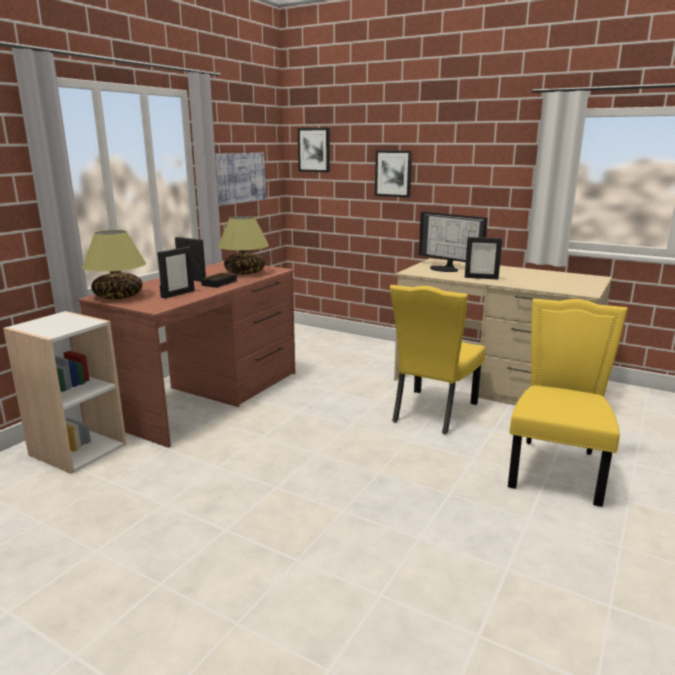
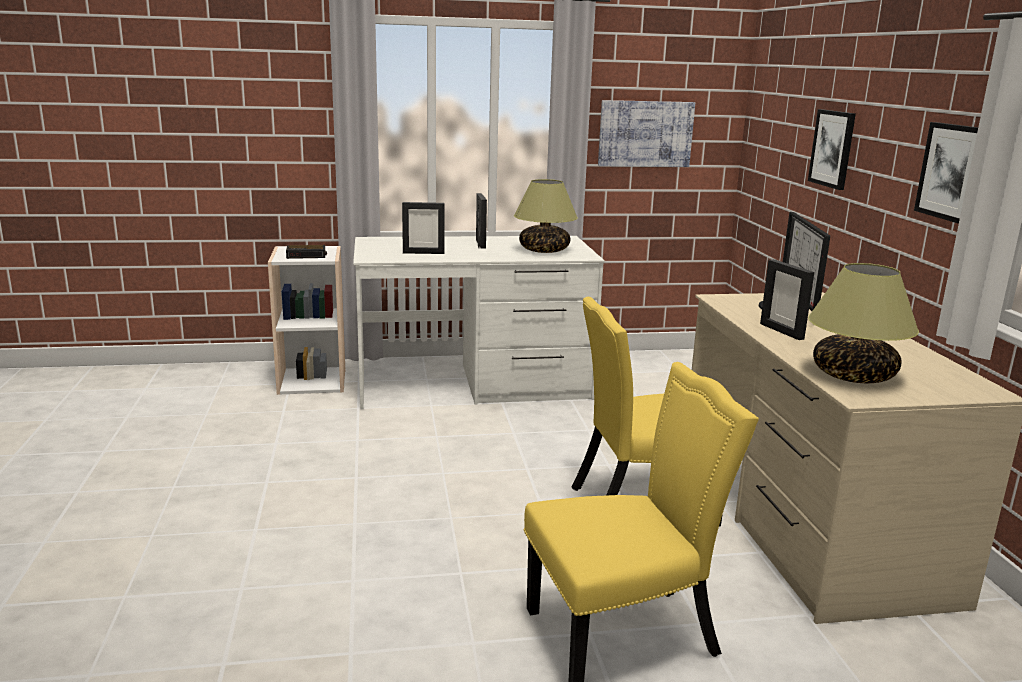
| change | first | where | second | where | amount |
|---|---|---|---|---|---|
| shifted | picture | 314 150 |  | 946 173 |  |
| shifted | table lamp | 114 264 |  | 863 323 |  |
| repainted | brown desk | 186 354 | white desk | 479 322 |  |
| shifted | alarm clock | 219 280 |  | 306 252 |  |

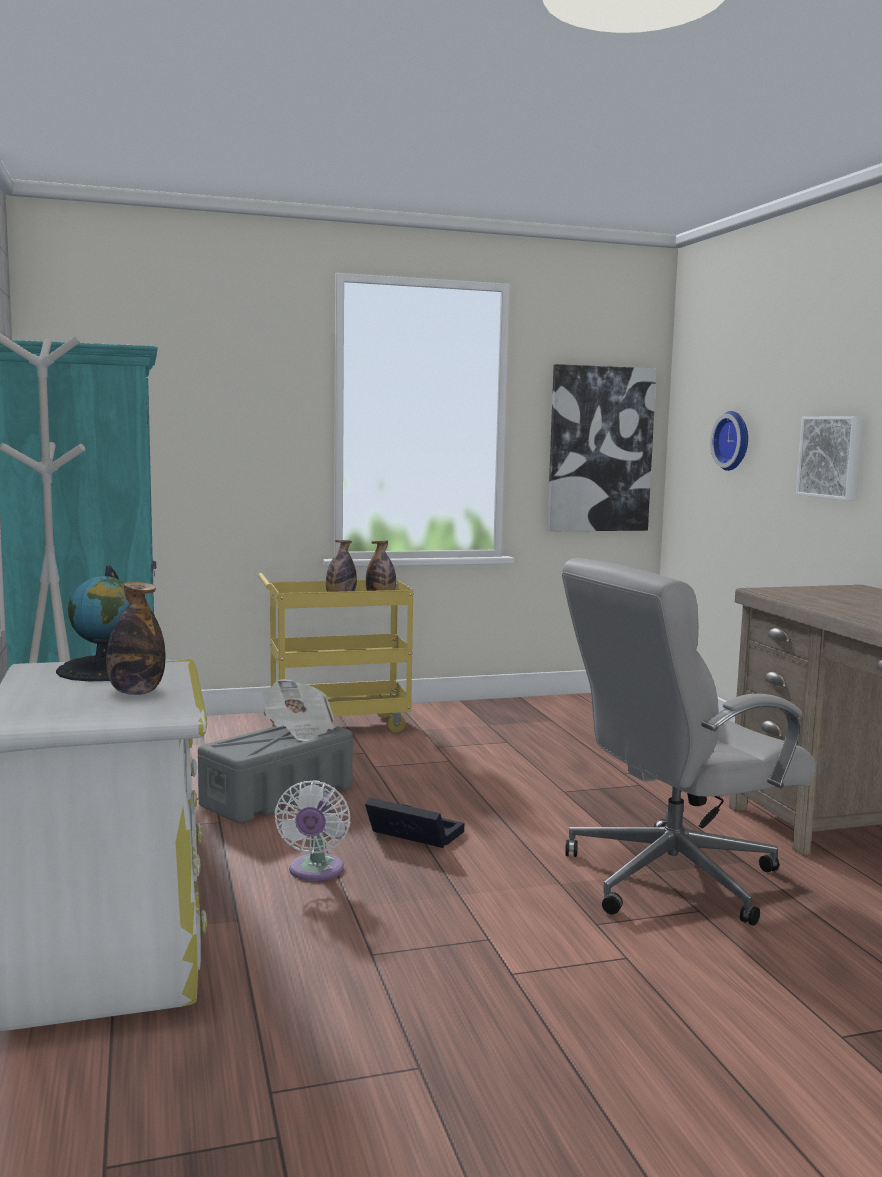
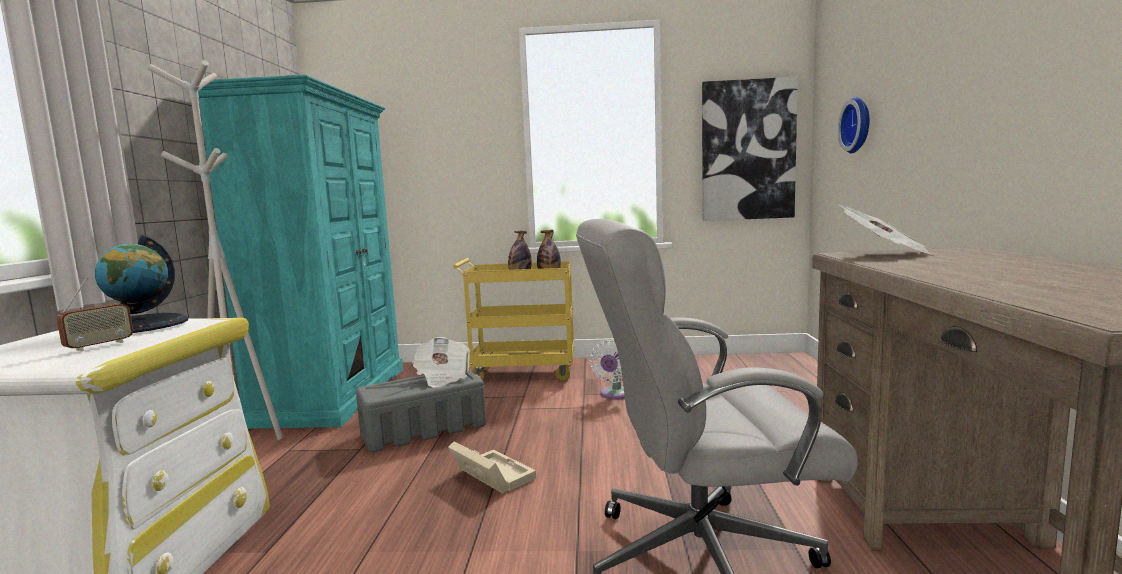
| change | first | where | second | where | amount |
|---|---|---|---|---|---|
| gone | picture | 829 458 |  |  |  |
| swapped | bottle | 135 638 | radio | 95 314 |  |
| shifted | white fan | 312 830 |  | 607 369 |  |
| repainted | black storage box | 414 823 | beige storage box | 492 467 |  |
| new |  |  | newspaper | 886 230 |  |

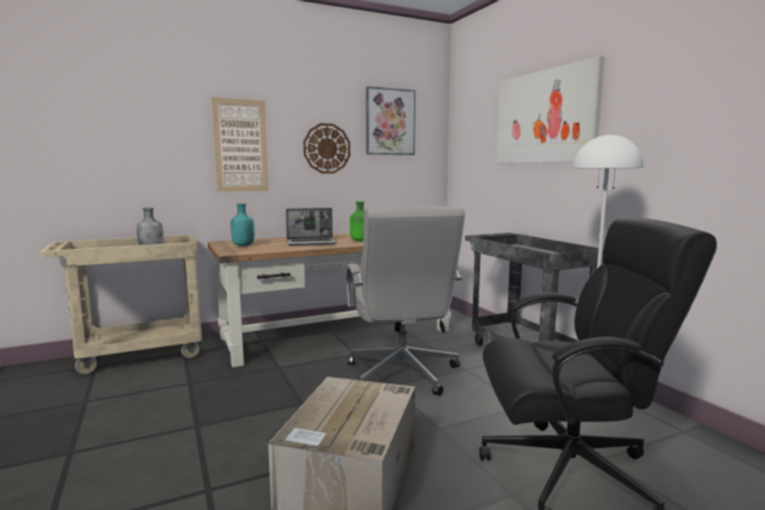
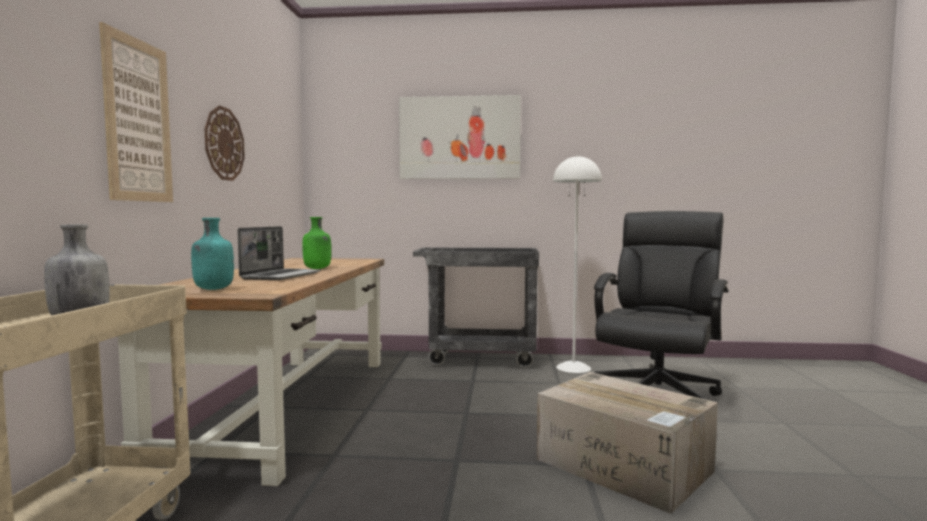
| change | first | where | second | where | amount |
|---|---|---|---|---|---|
| gone | picture | 391 120 |  |  |  |
| gone | grey office chair | 405 301 |  |  |  |

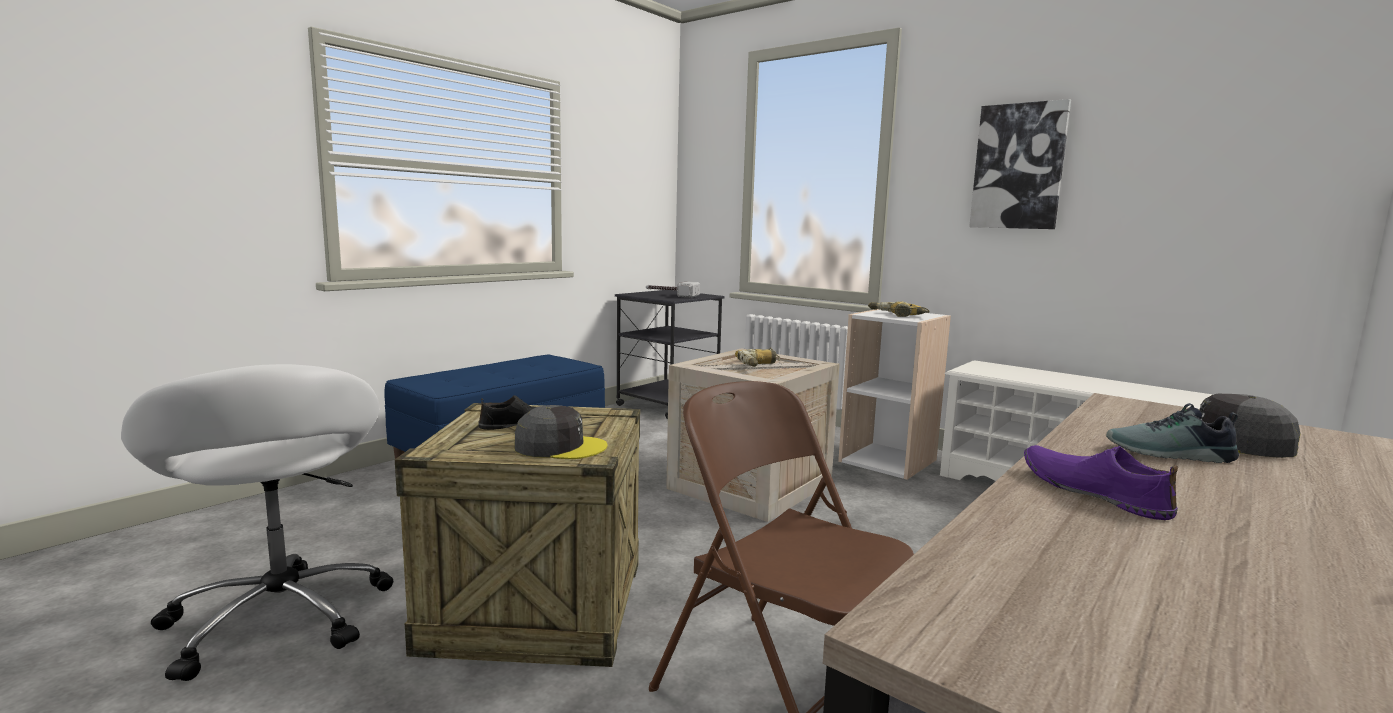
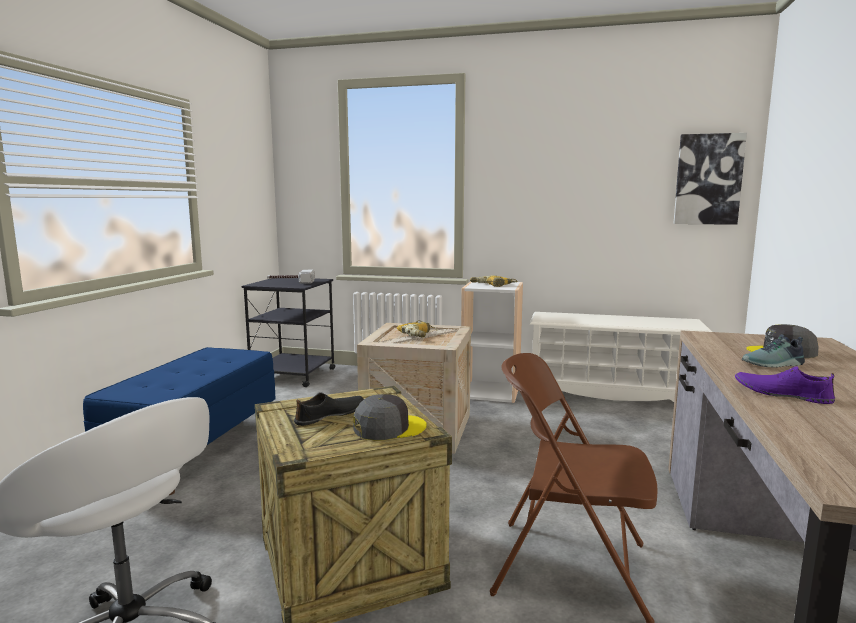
| change | first | where | second | where | amount |
|---|---|---|---|---|---|
| shifted | picture | 1020 164 |  | 710 179 |  |

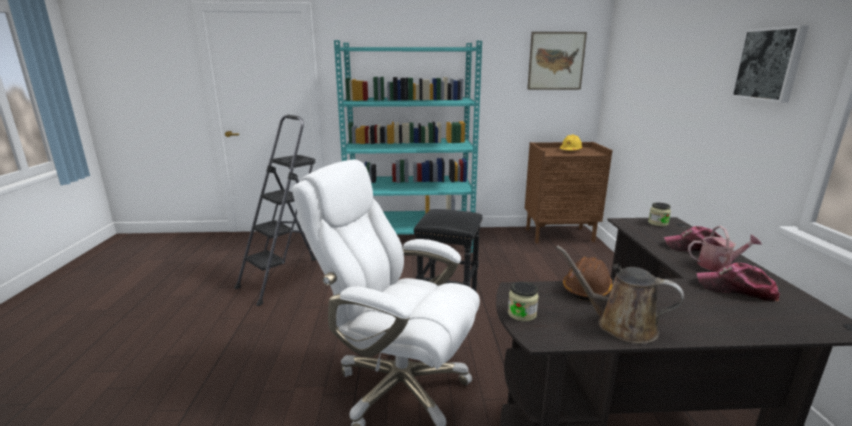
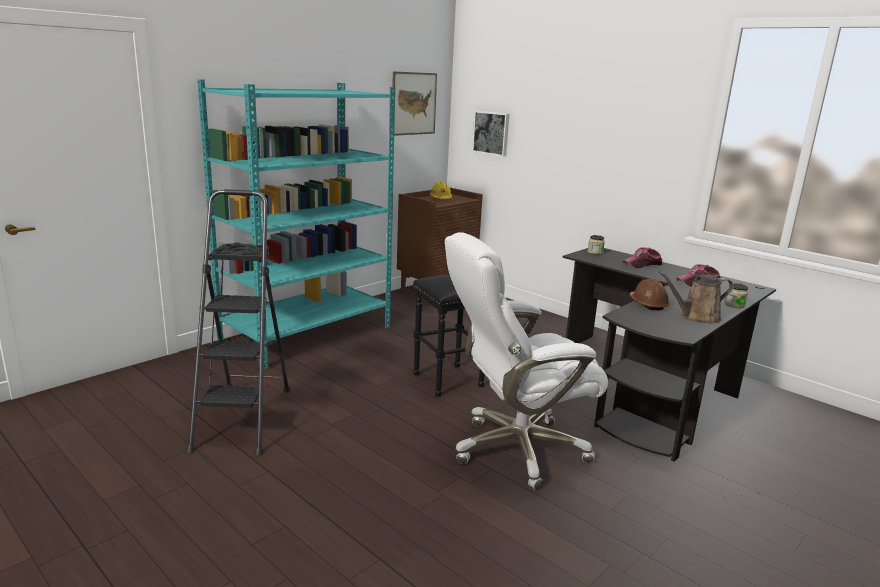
| change | first | where | second | where | amount |
|---|---|---|---|---|---|
| shifted | picture | 770 64 |  | 490 133 |  |
| gone | watering can | 725 248 |  |  |  |
| shifted | jar | 523 302 |  | 736 295 |  |

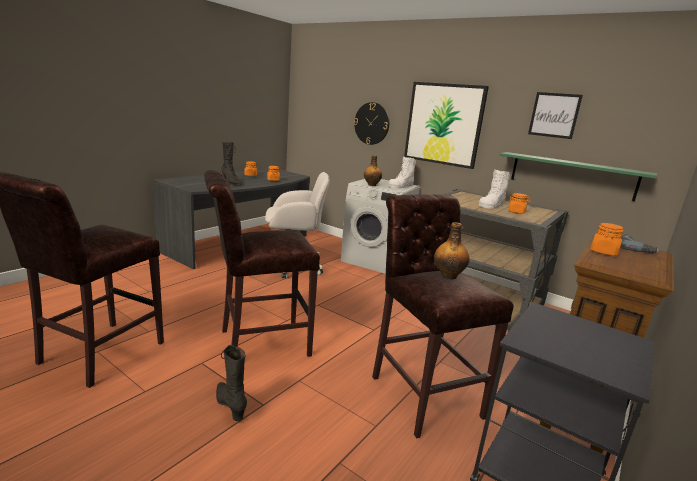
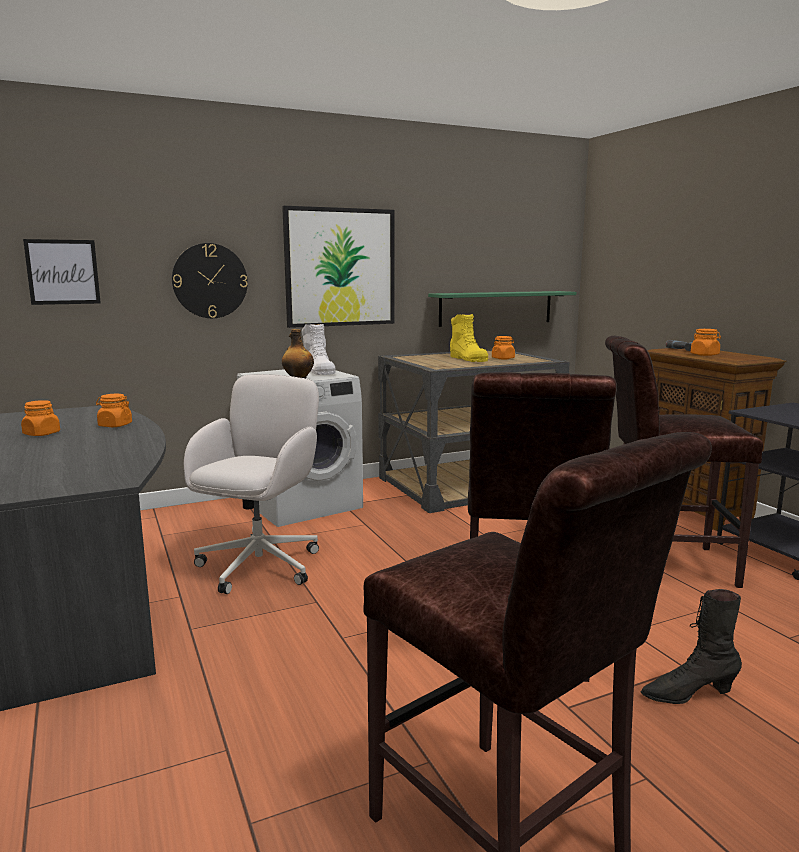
| change | first | where | second | where | amount |
|---|---|---|---|---|---|
| shifted | picture | 555 115 |  | 62 272 |  |
| gone | black boot | 231 163 |  |  |  |
| repainted | white boot | 494 189 | yellow boot | 469 338 |  |
| gone | bottle | 451 251 |  |  |  |

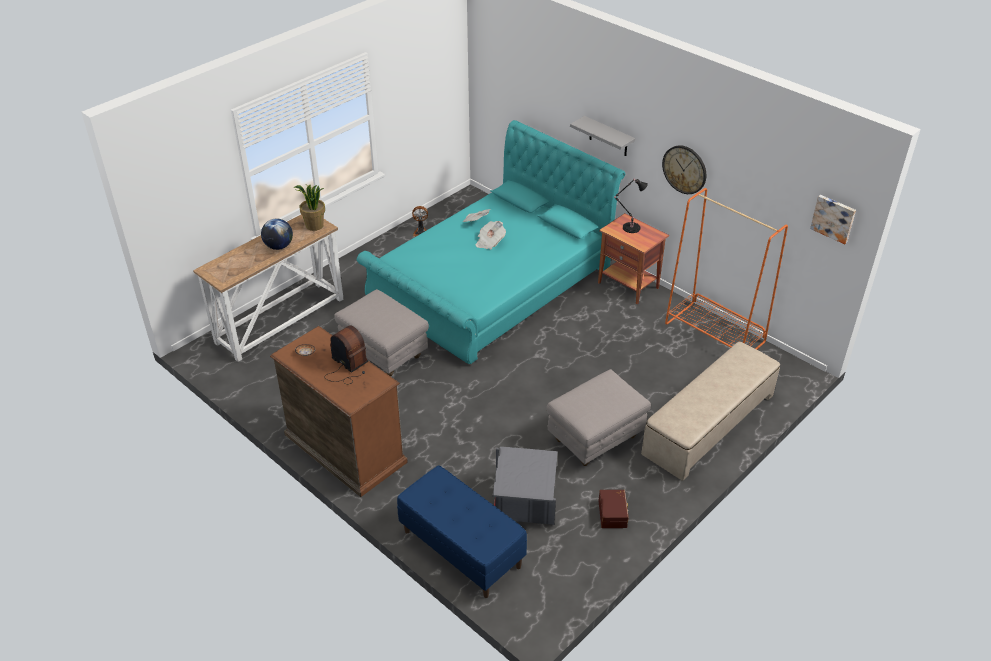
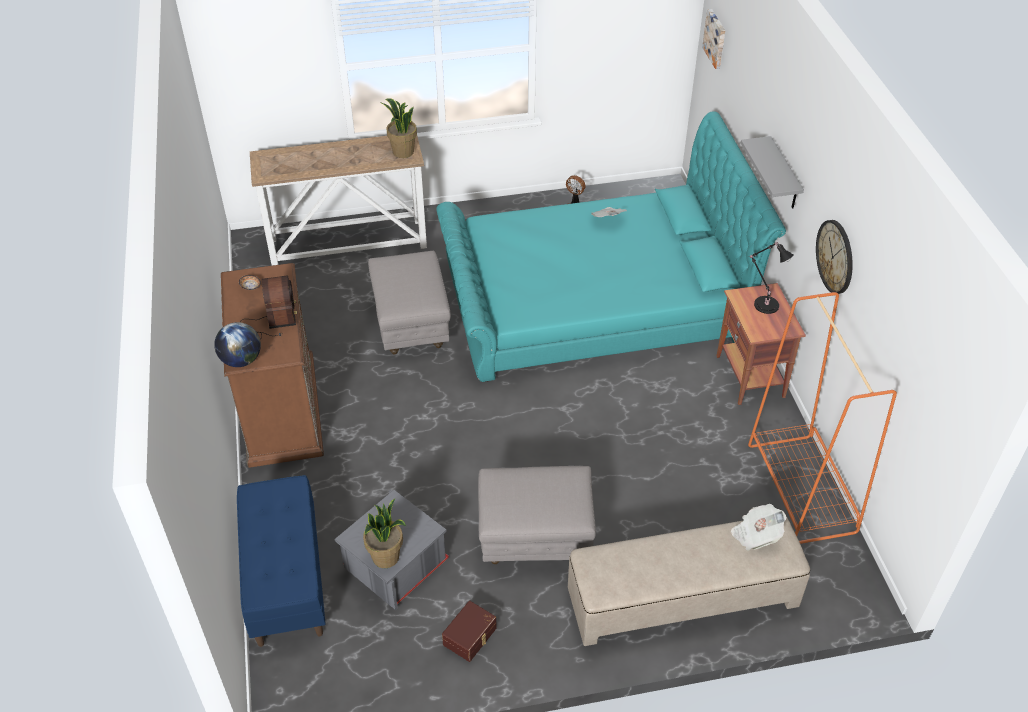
| change | first | where | second | where | amount |
|---|---|---|---|---|---|
| shifted | picture | 833 219 |  | 714 39 |  |
| shifted | globe | 277 234 |  | 237 344 |  |
| shifted | newspaper | 491 235 |  | 759 527 |  |
| new |  |  | potted plant | 384 533 |  |

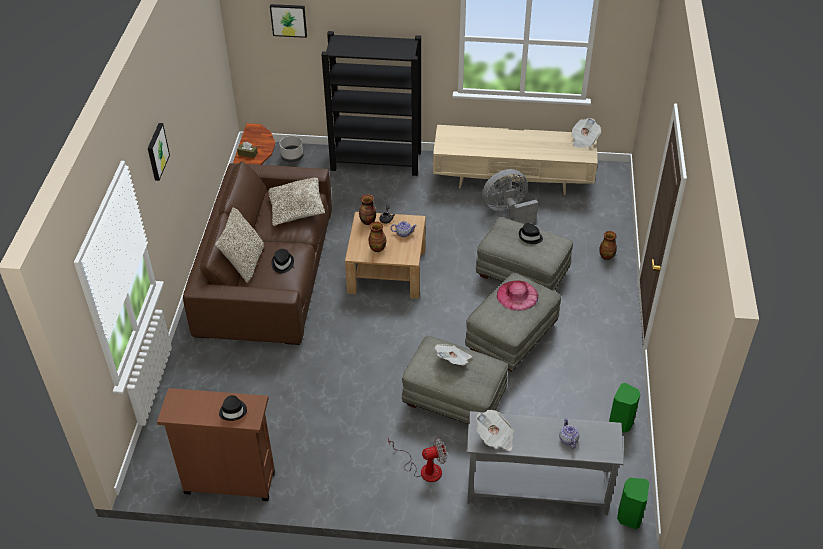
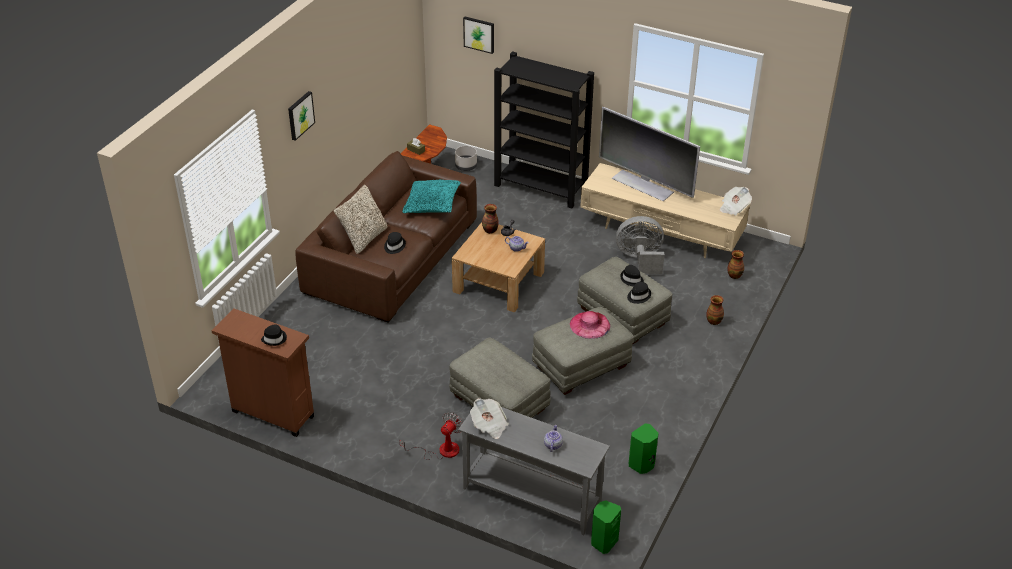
| change | first | where | second | where | amount |
|---|---|---|---|---|---|
| repainted | beige pillow | 296 202 | turquoise pillow | 431 196 |  |
| shifted | vase | 377 236 |  | 736 264 |  |
| gone | newspaper | 453 355 |  |  |  |
| rotated | fan | 417 459 |  | 431 436 | 60 degrees counterclockwise |
| new |  |  | television | 649 154 |  |
| new |  |  | black hat | 639 293 |  |

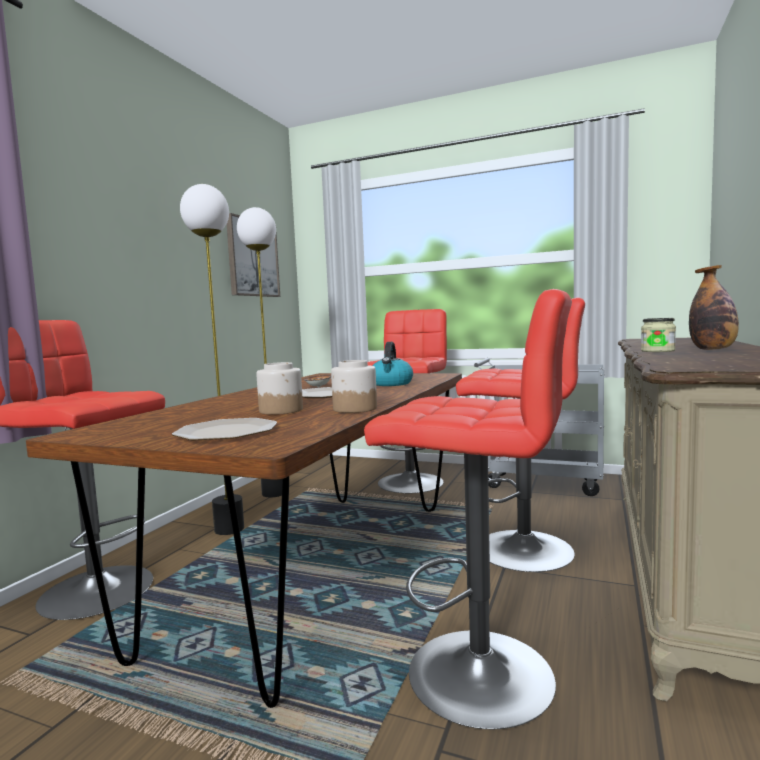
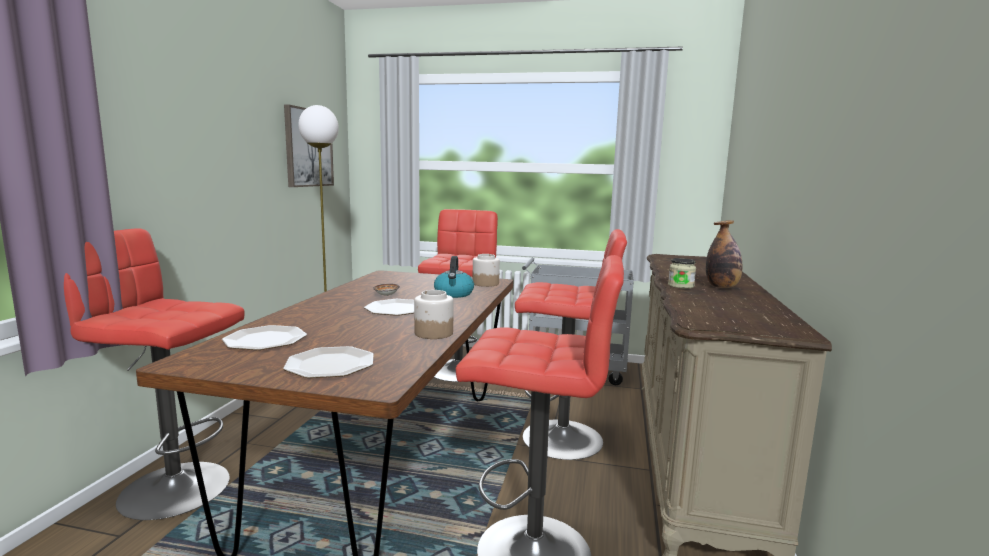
| change | first | where | second | where | amount |
|---|---|---|---|---|---|
| gone | floor lamp | 212 359 |  |  |  |
| shifted | jar | 279 388 |  | 486 270 |  |
| new |  |  | plate | 264 337 |  |

